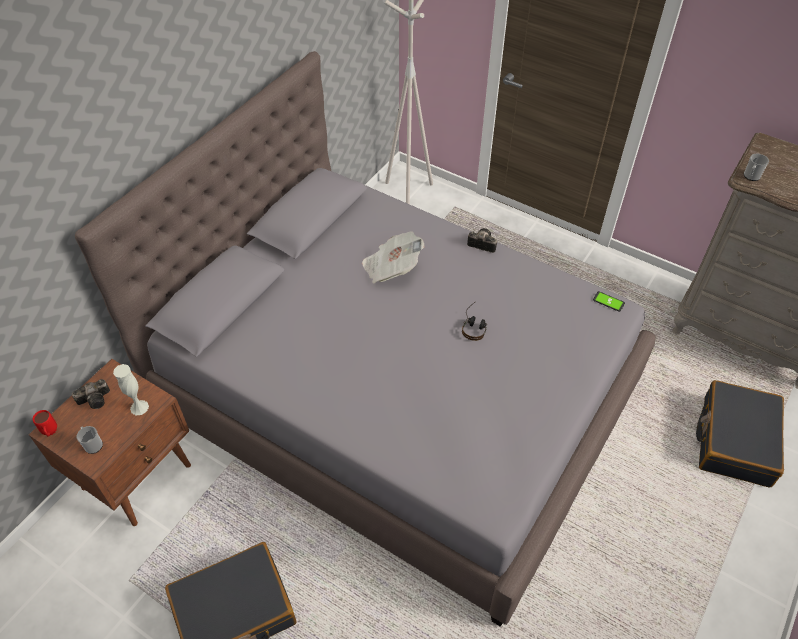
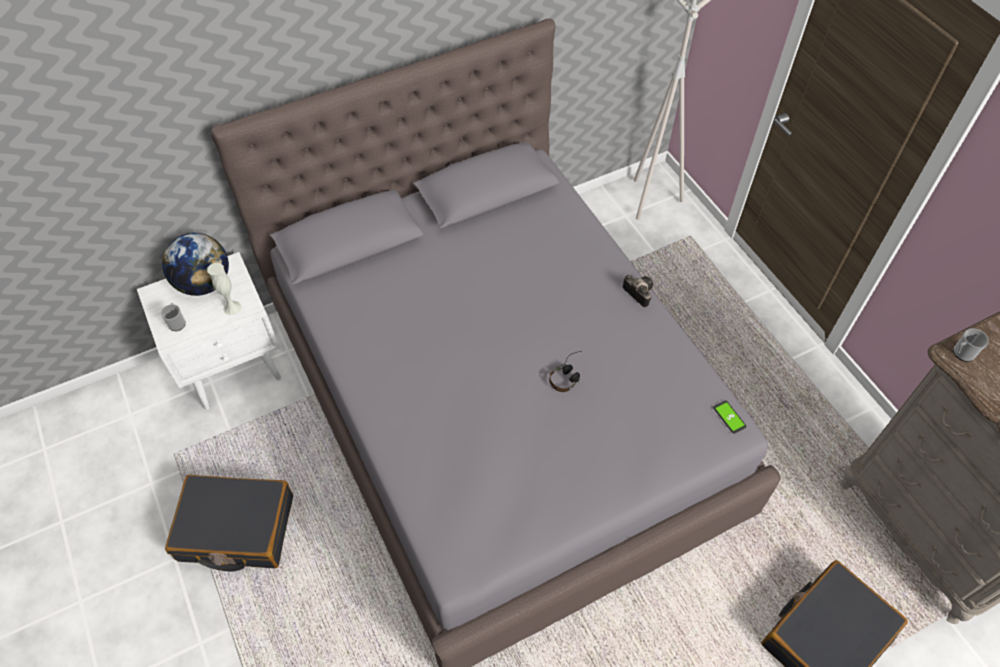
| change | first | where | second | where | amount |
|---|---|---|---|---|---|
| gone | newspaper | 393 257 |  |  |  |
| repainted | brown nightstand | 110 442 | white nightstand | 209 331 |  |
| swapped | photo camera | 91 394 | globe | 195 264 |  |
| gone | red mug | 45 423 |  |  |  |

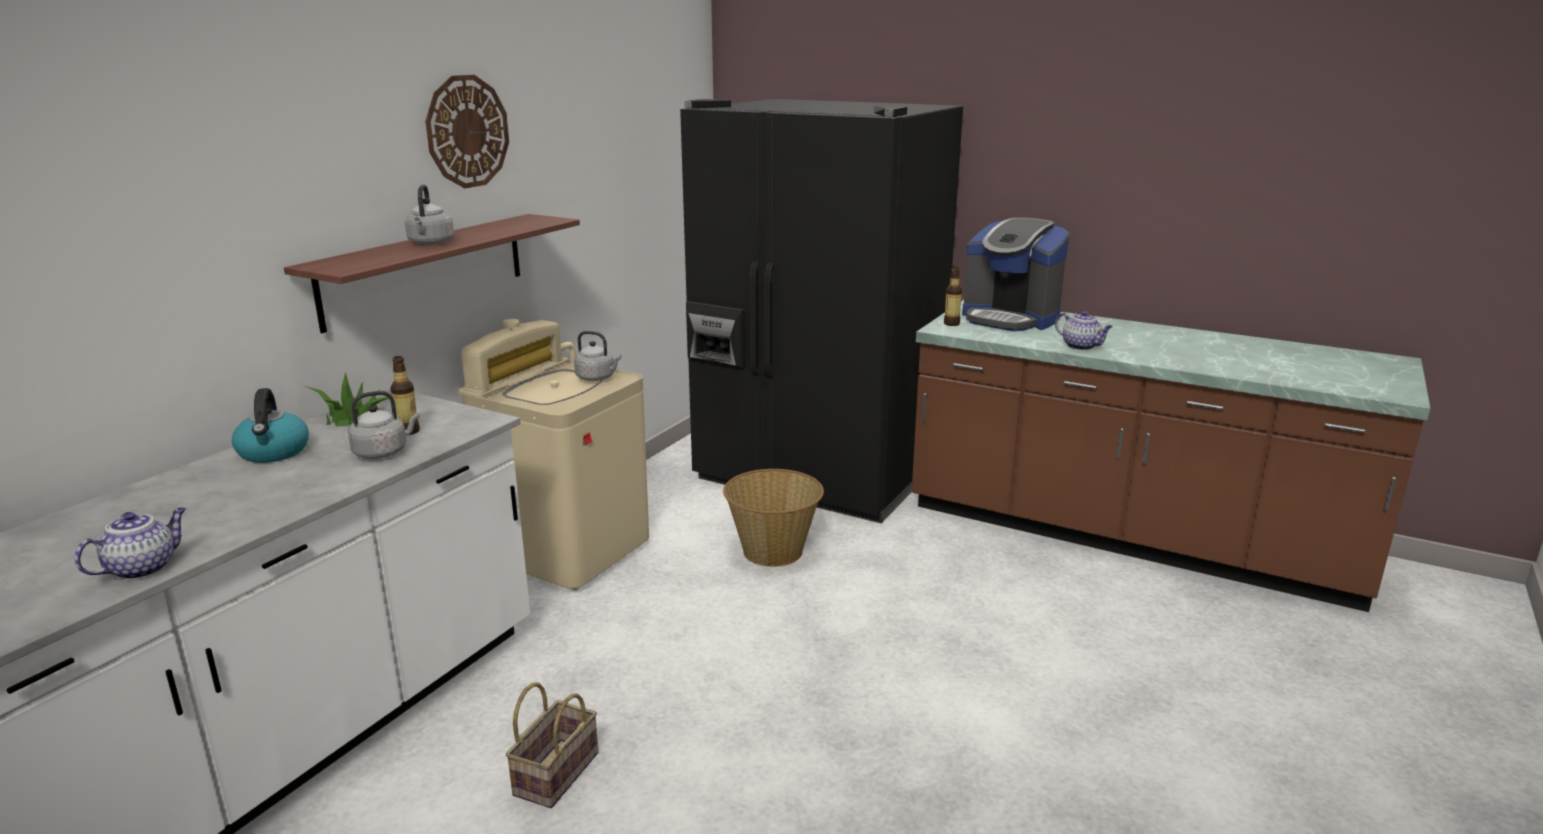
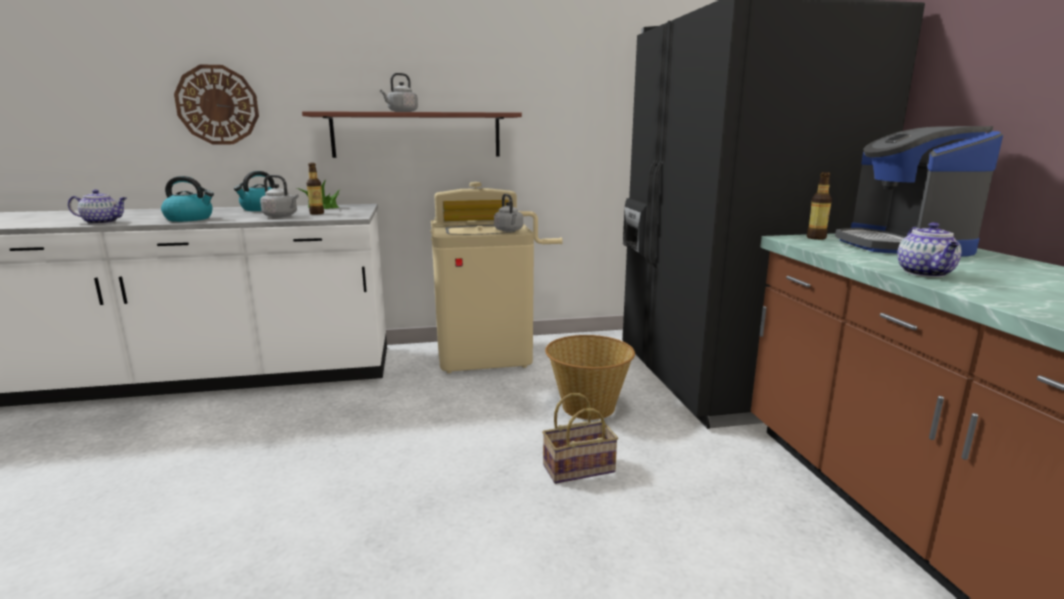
| change | first | where | second | where | amount |
|---|---|---|---|---|---|
| shifted | wall clock | 467 131 |  | 216 104 |  |
| shifted | basket | 552 745 |  | 580 438 |  |
| new |  |  | kettle | 187 199 |  |

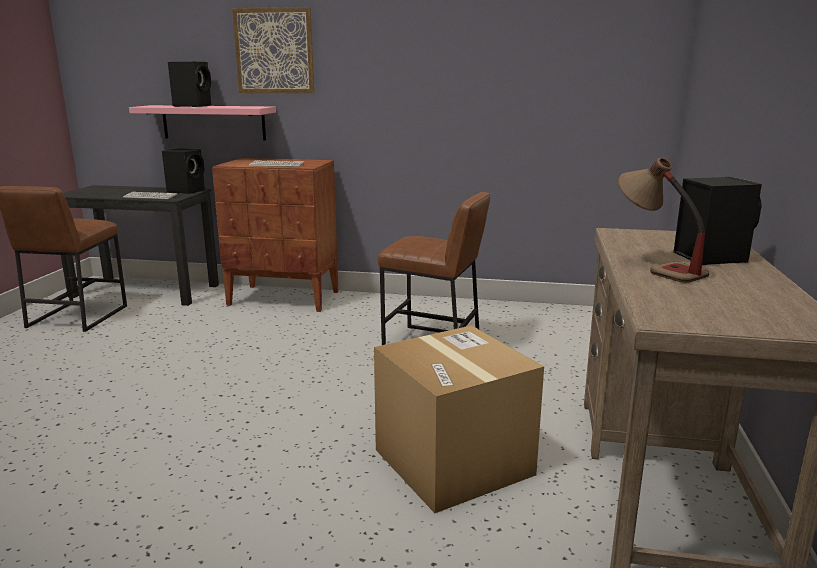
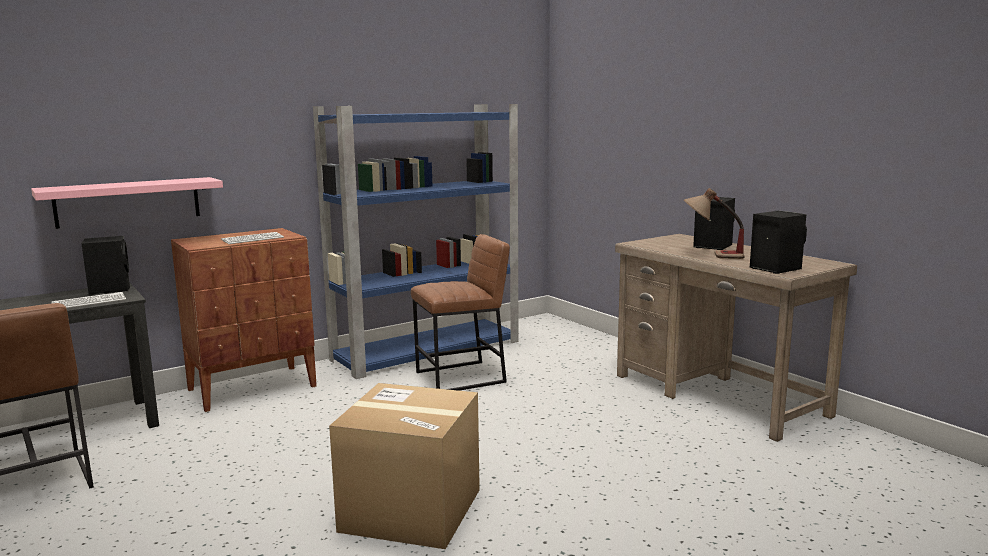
| change | first | where | second | where | amount |
|---|---|---|---|---|---|
| gone | picture | 273 50 |  |  |  |
| shifted | black speaker | 189 84 |  | 778 242 |  |
| shifted | cardboard box | 459 419 |  | 404 466 |  |
| new |  |  | blue bookcase | 416 241 |  |

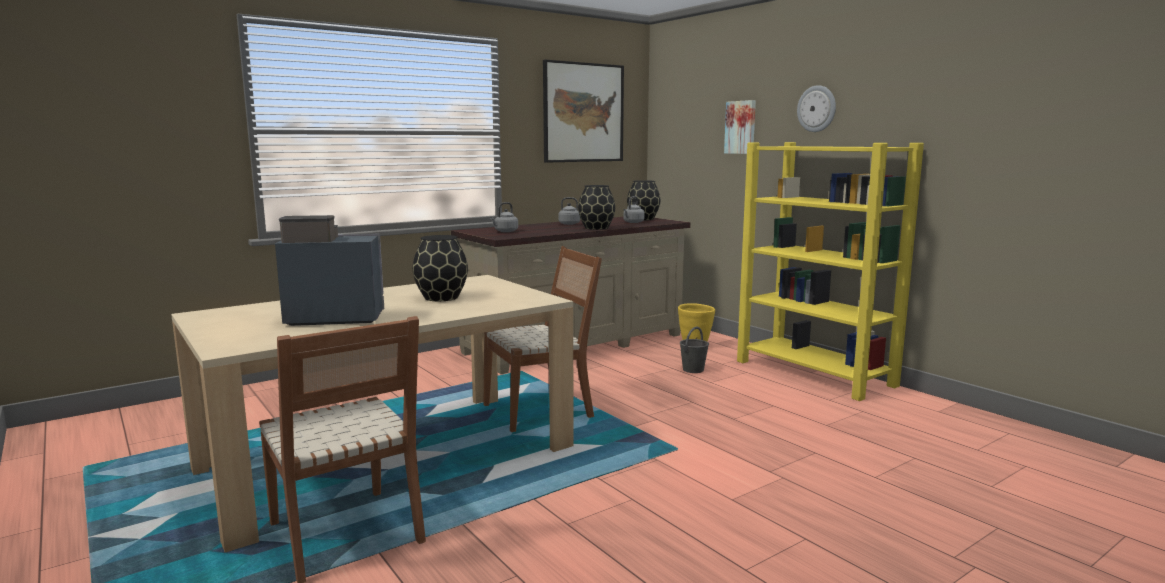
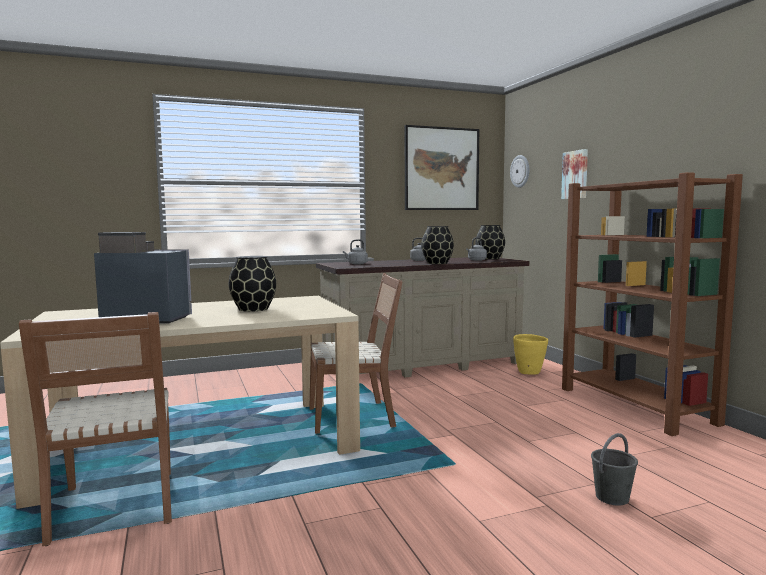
| change | first | where | second | where | amount |
|---|---|---|---|---|---|
| shifted | wall clock | 816 108 |  | 519 171 |  |
| repainted | yellow bookcase | 830 271 | brown bookcase | 652 304 |  |
| shifted | grey bucket | 694 350 |  | 614 469 |  |

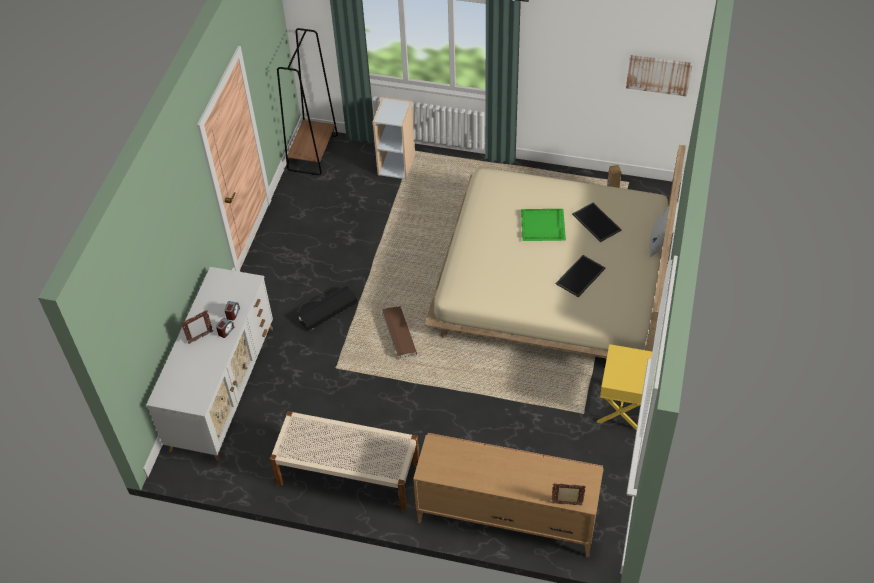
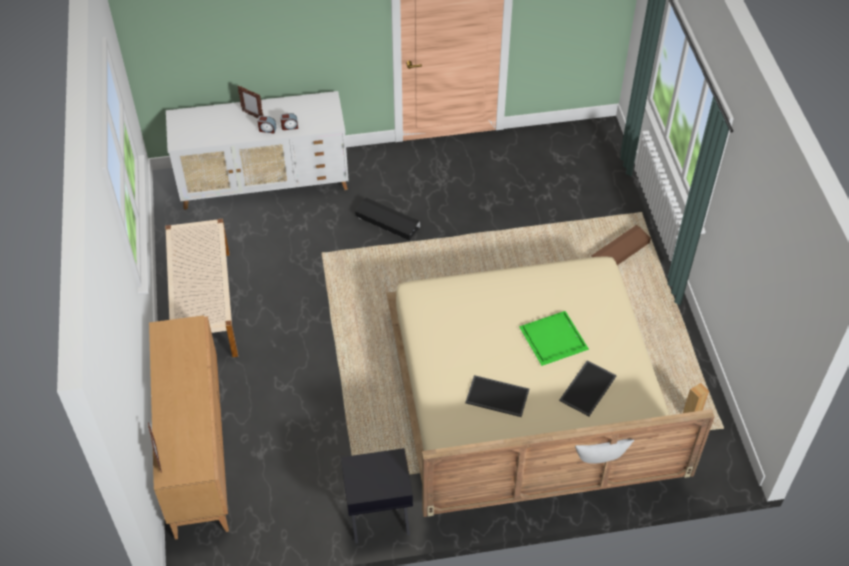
| change | first | where | second | where | amount |
|---|---|---|---|---|---|
| gone | clothes rack | 307 101 |  |  |  |
| gone | picture | 659 76 |  |  |  |
| gone | bookcase | 394 138 |  |  |  |
| shifted | brown storage box | 399 332 |  | 621 245 |  |
| repainted | yellow nightstand | 624 387 | black nightstand | 377 495 |  |

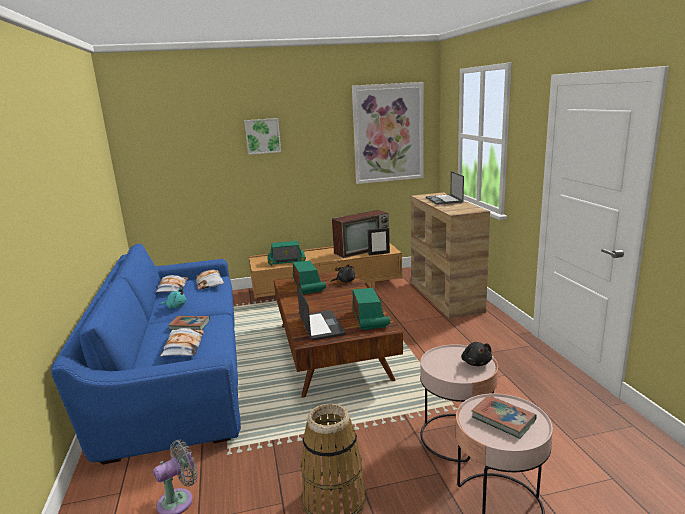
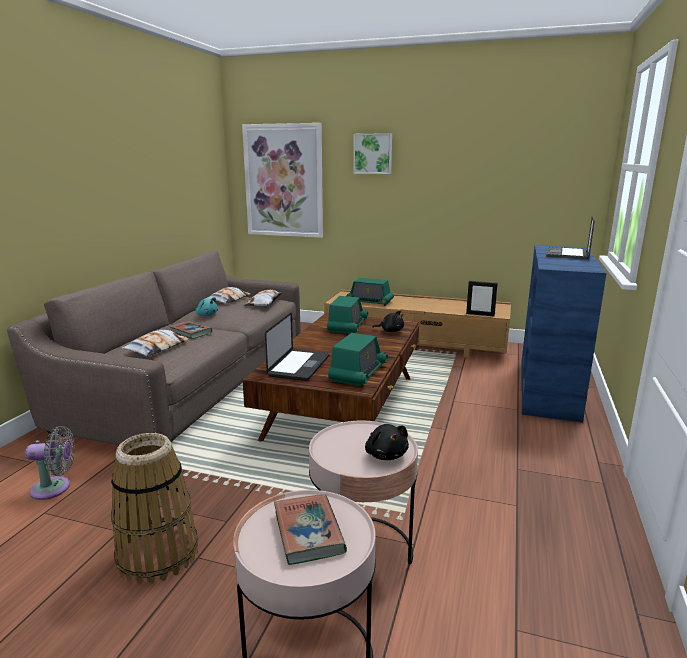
| change | first | where | second | where | amount |
|---|---|---|---|---|---|
| shifted | picture | 388 133 |  | 282 180 |  |
| repainted | brown bookcase | 450 255 | blue bookcase | 563 334 |  |
| gone | television | 360 234 |  |  |  |
| repainted | blue sofa | 146 354 | brown sofa | 154 351 |  |
| rotated | black plush toy | 476 354 |  | 387 442 | 45 degrees counterclockwise |

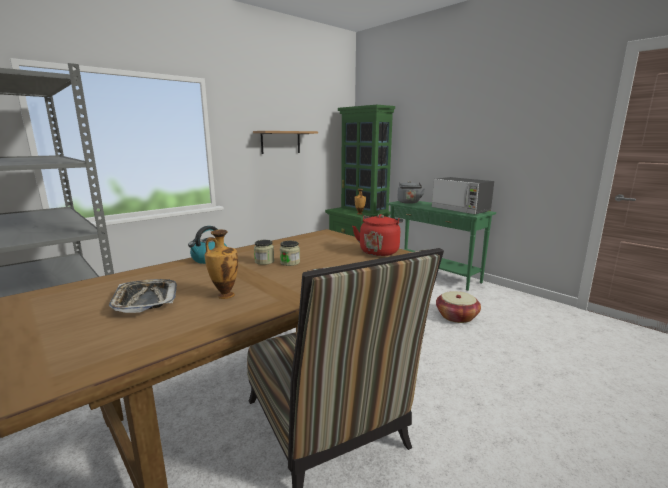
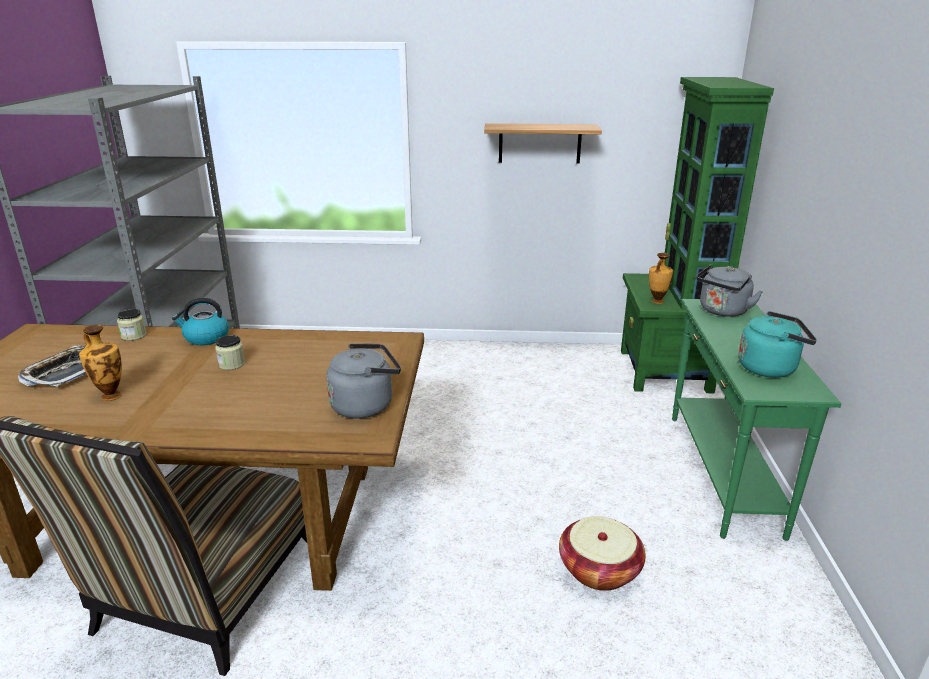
| change | first | where | second | where | amount |
|---|---|---|---|---|---|
| swapped | microwave | 462 195 | turquoise kettle | 777 344 |  |
| repainted | red kettle | 377 235 | grey kettle | 363 380 |  |
| shifted | jar | 290 253 |  | 132 325 |  |

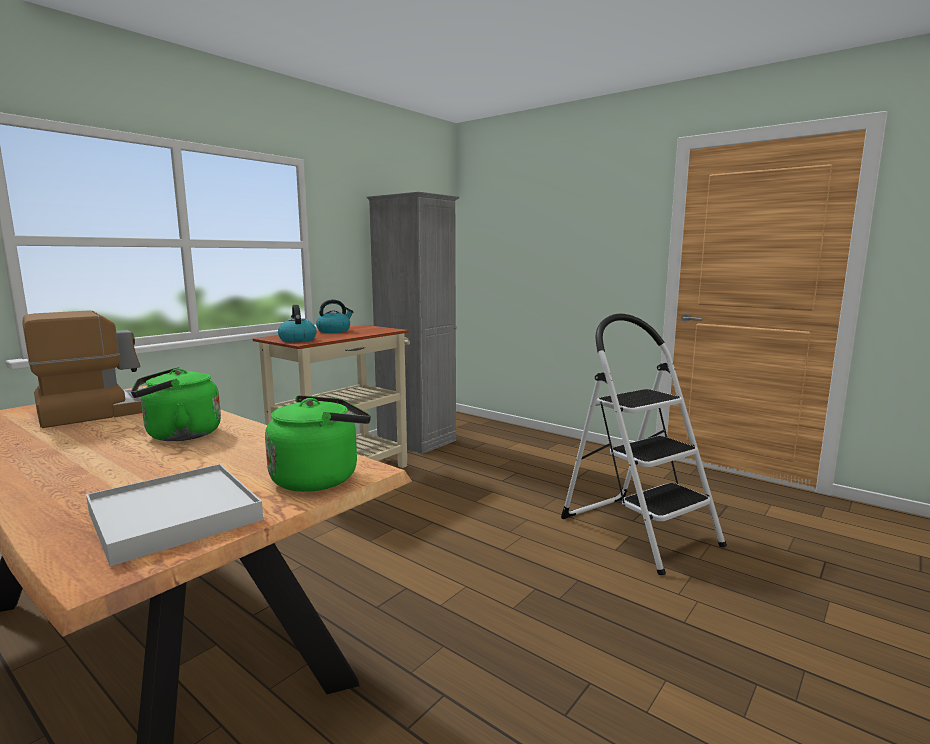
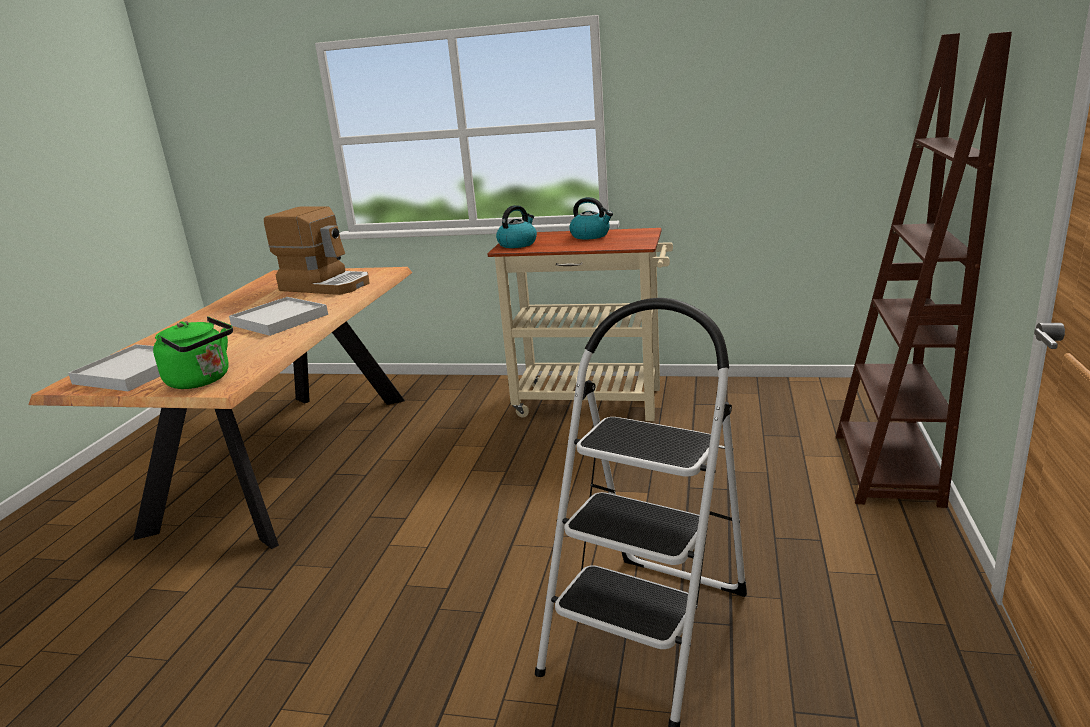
| change | first | where | second | where | amount |
|---|---|---|---|---|---|
| gone | grey cabinet | 413 323 |  |  |  |
| swapped | green kettle | 176 404 | white tray | 278 316 |  |
| new |  |  | brown bookcase | 924 270 |  |

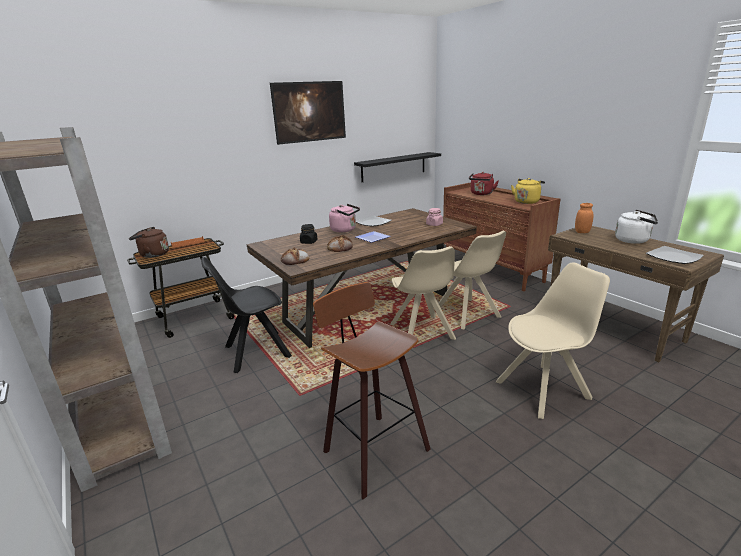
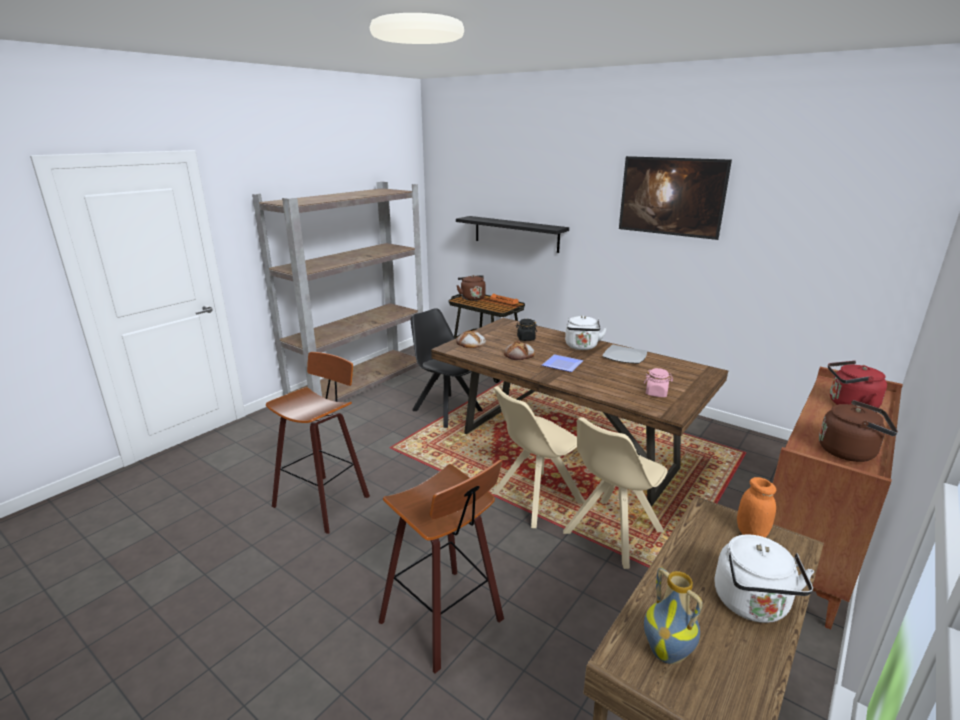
| change | first | where | second | where | amount |
|---|---|---|---|---|---|
| shifted | black shelf | 397 167 |  | 512 234 |  |
| repainted | yellow kettle | 528 191 | brown kettle | 858 431 |  |
| repainted | pink kettle | 344 218 | white kettle | 586 333 |  |
| swapped | plate | 675 255 | vase | 673 615 |  |
| swapped | beige chair | 553 341 | stool | 441 566 |  |

